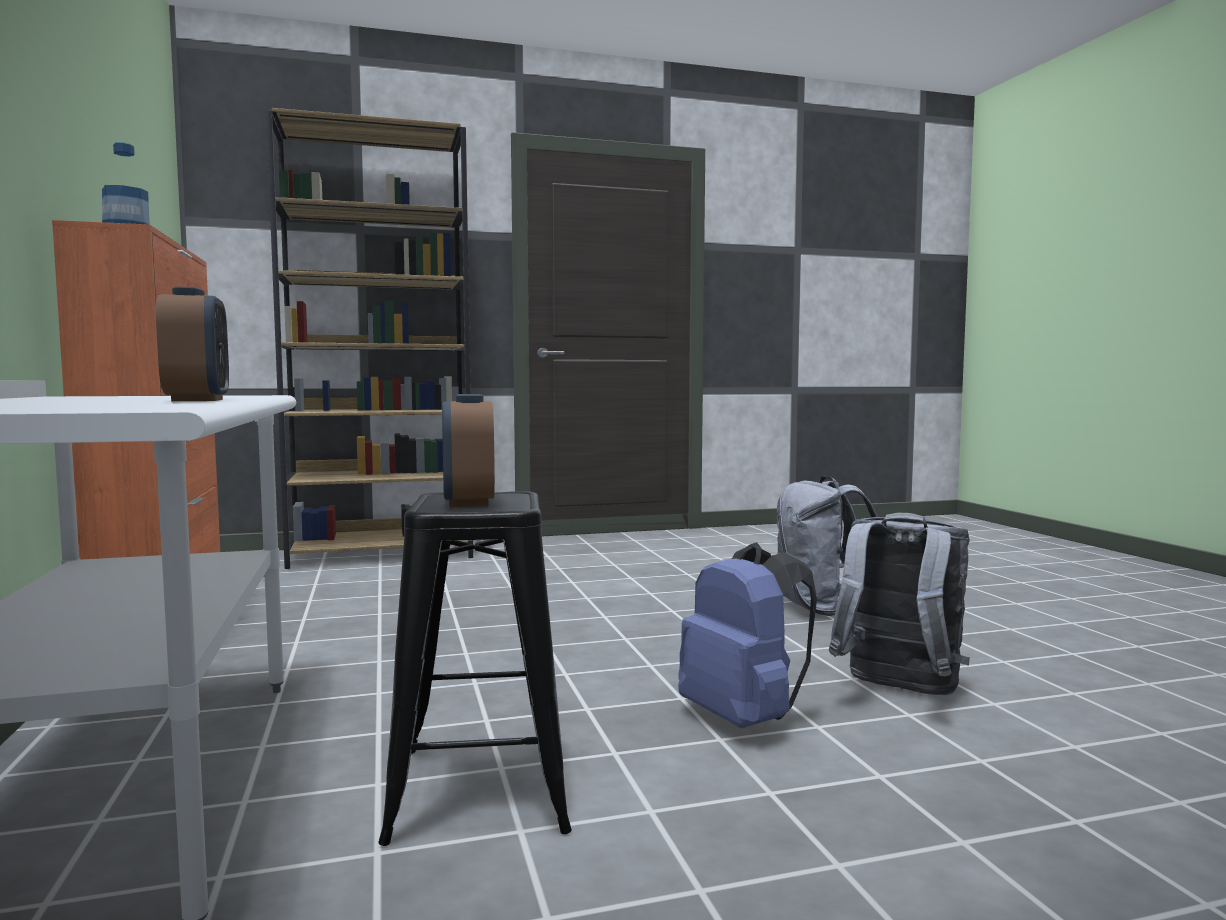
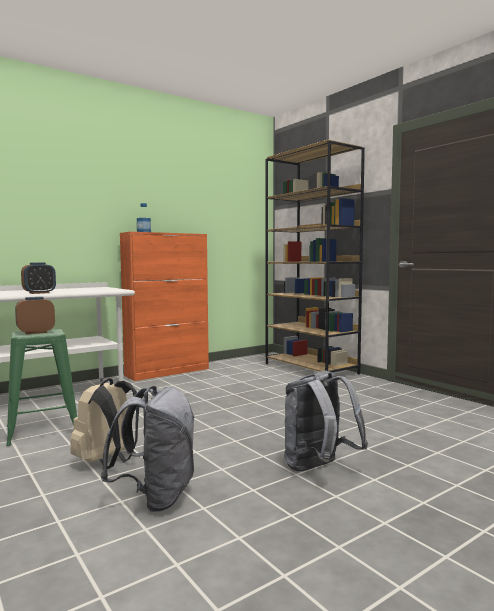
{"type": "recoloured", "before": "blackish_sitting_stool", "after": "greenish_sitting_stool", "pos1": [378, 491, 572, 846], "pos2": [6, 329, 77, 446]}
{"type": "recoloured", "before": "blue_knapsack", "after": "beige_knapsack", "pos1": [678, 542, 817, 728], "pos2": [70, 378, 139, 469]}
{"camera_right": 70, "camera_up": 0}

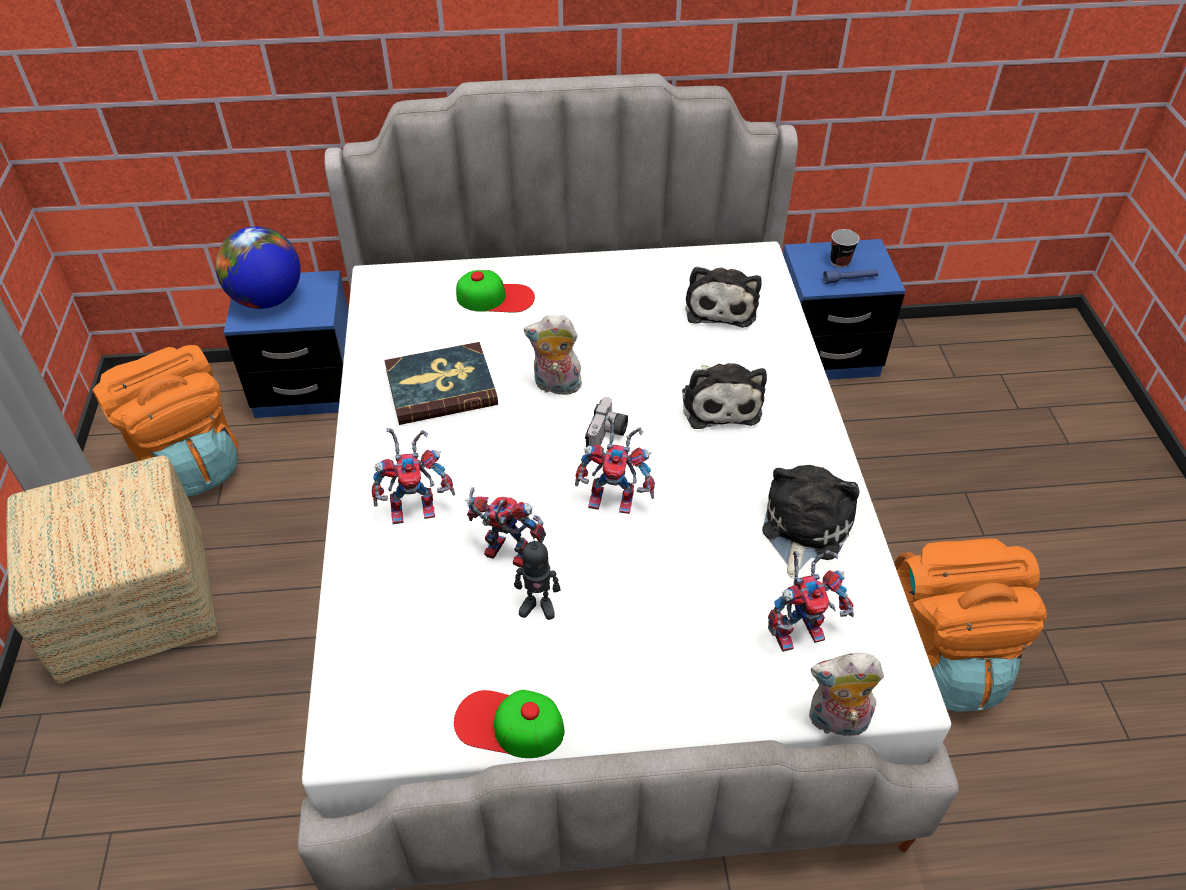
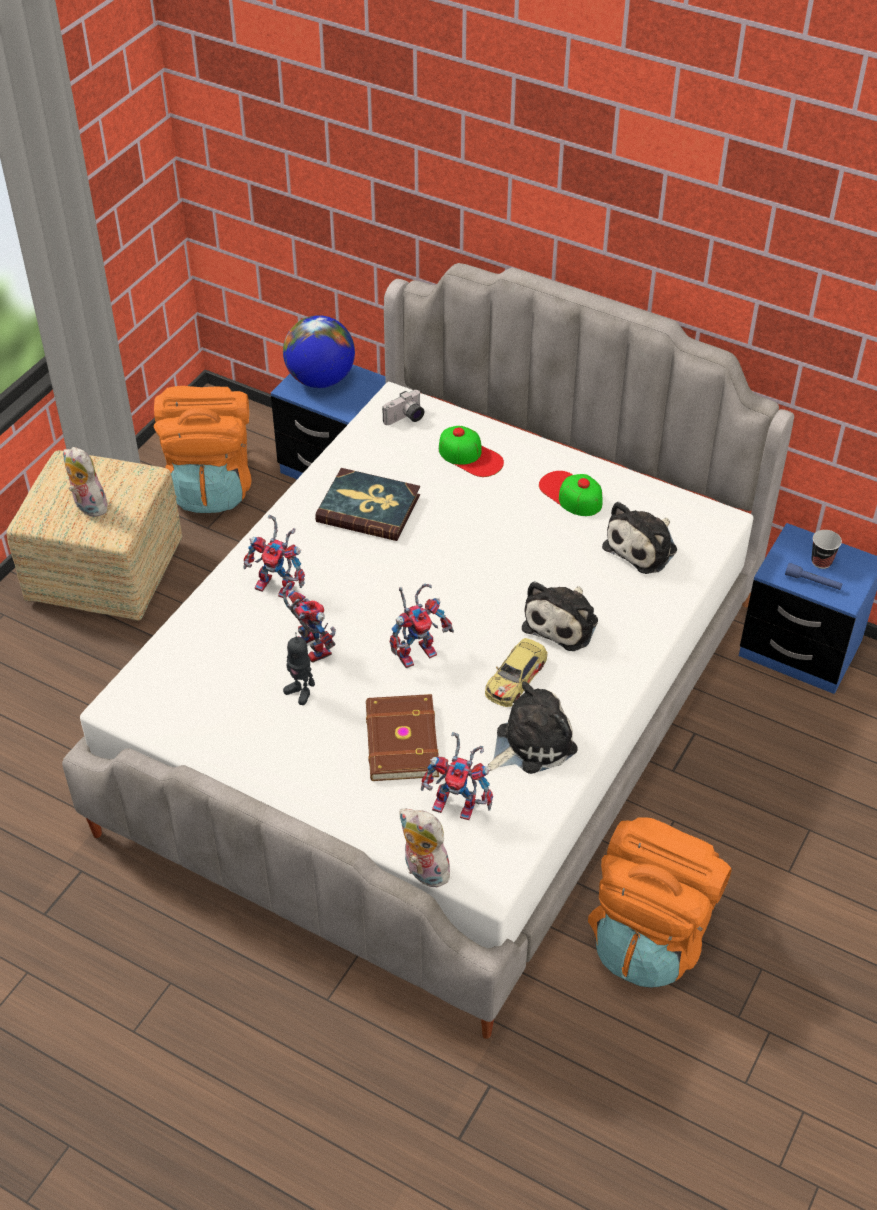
{"type": "added", "after": "brown_bound_book", "pos2": [366, 694, 439, 781]}
{"type": "added", "after": "miniature_car", "pos2": [485, 638, 548, 707]}
{"type": "moved", "before": "baseball_cap", "pos1": [454, 690, 565, 758], "pos2": [539, 471, 602, 516]}
{"type": "moved", "before": "plush_toy", "pos1": [524, 315, 582, 395], "pos2": [63, 447, 108, 517]}
{"type": "moved", "before": "still_camera", "pos1": [585, 397, 628, 447], "pos2": [382, 390, 424, 425]}
{"type": "turned", "before": "robot_figure", "pos1": [575, 416, 655, 514], "pos2": [390, 584, 454, 668], "turn": -75}
{"camera_right": 35, "camera_up": 0}

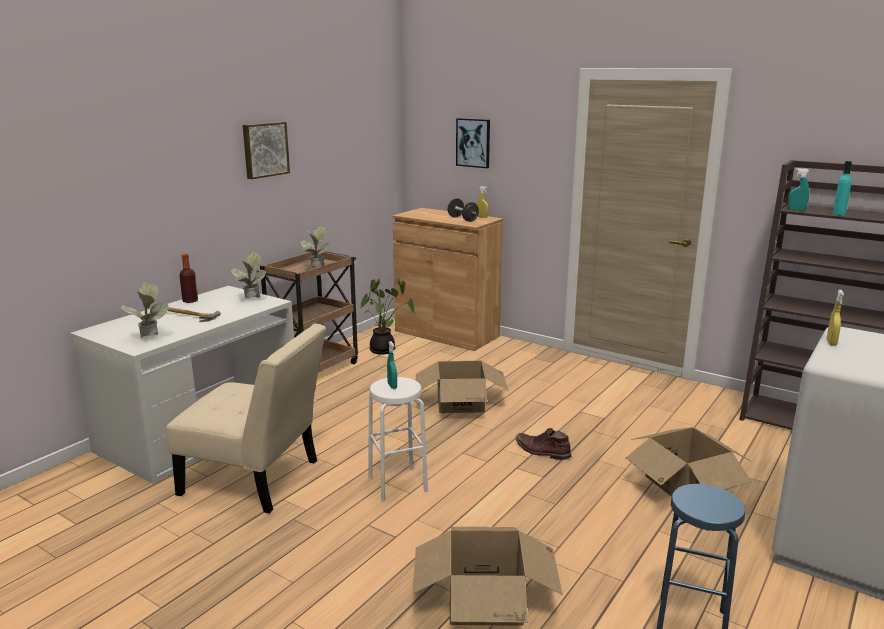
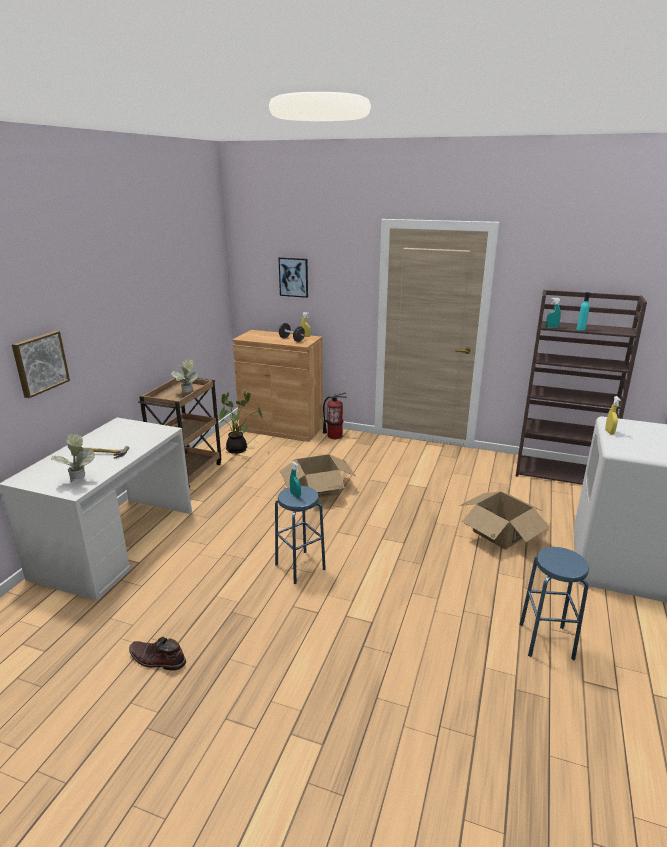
{"type": "removed", "before": "beige_chair", "pos1": [166, 323, 326, 513]}
{"type": "removed", "before": "drink_bottle", "pos1": [179, 254, 198, 303]}
{"type": "removed", "before": "houseplant", "pos1": [231, 252, 266, 298]}
{"type": "removed", "before": "carton", "pos1": [412, 527, 563, 626]}
{"type": "added", "after": "fire-fighting_cylinder", "pos2": [323, 392, 346, 439]}
{"type": "moved", "before": "wall_art", "pos1": [243, 122, 290, 179], "pos2": [12, 331, 70, 398]}
{"type": "moved", "before": "brown_boot", "pos1": [515, 428, 571, 460], "pos2": [129, 637, 186, 671]}
{"type": "recoloured", "before": "whitish_sitting_stool", "after": "blue_sitting_stool", "pos1": [369, 377, 428, 502], "pos2": [275, 486, 326, 584]}
{"camera_right": -15, "camera_up": 5}

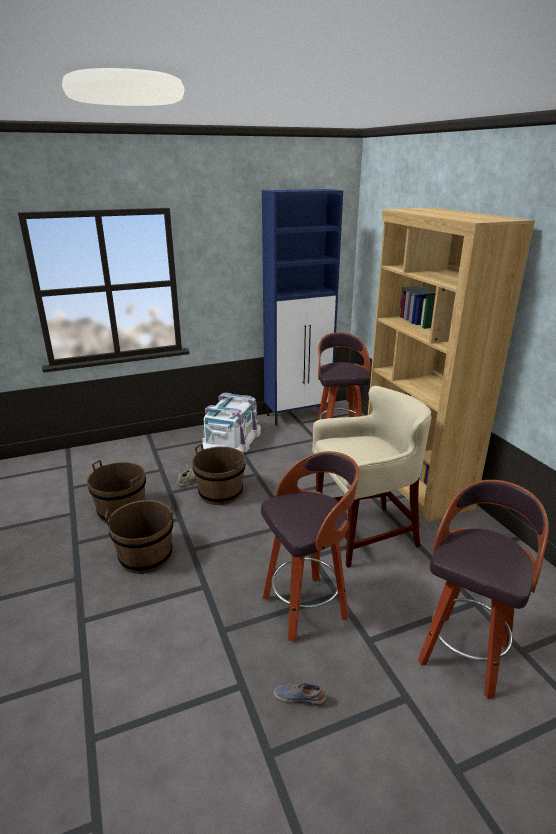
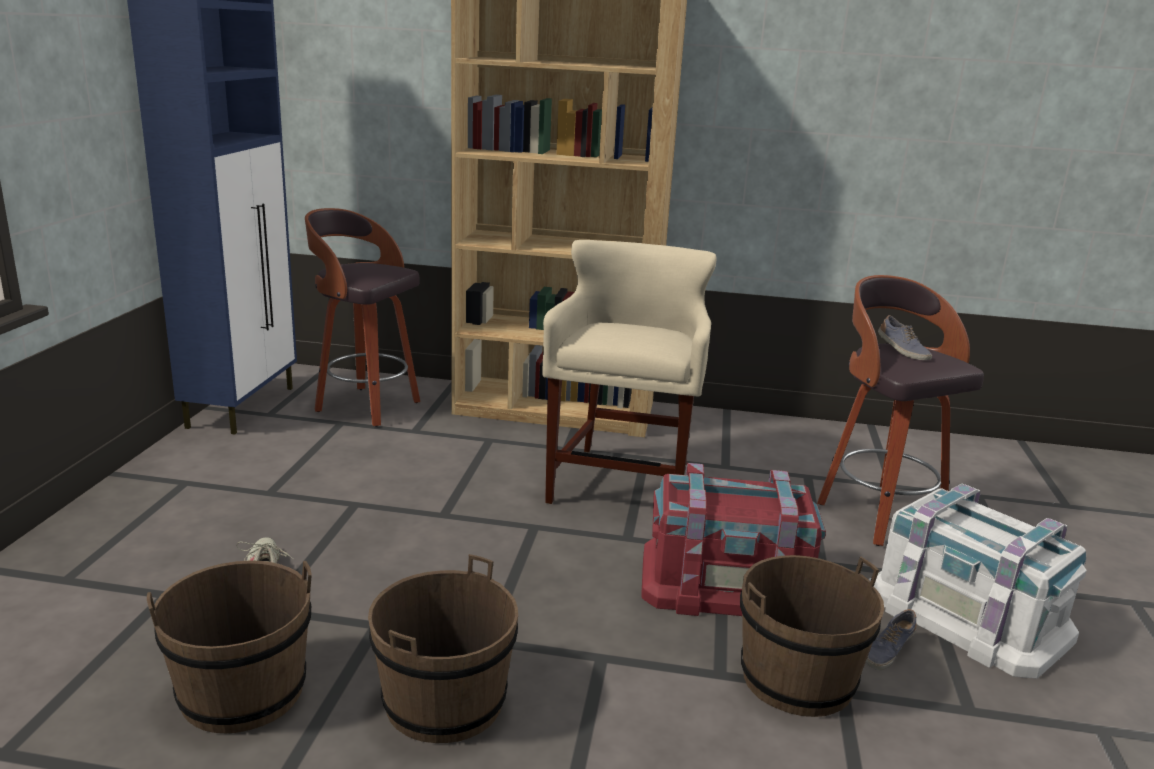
{"type": "added", "after": "shoe", "pos2": [878, 315, 932, 360]}
{"type": "moved", "before": "brown_pail", "pos1": [192, 444, 245, 505], "pos2": [740, 555, 884, 717]}
{"type": "moved", "before": "whitish_storage_bin", "pos1": [202, 393, 261, 453], "pos2": [869, 484, 1086, 679]}
{"type": "replaced", "before": "sitting_stool", "after": "red-coloured_storage_bin", "pos1": [261, 451, 359, 642], "pos2": [642, 463, 826, 616]}
{"camera_right": -60, "camera_up": -5}

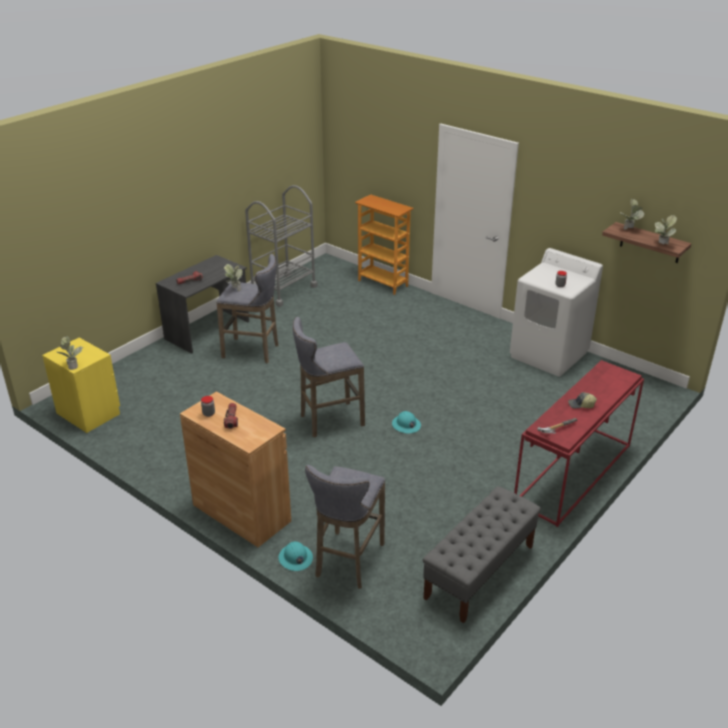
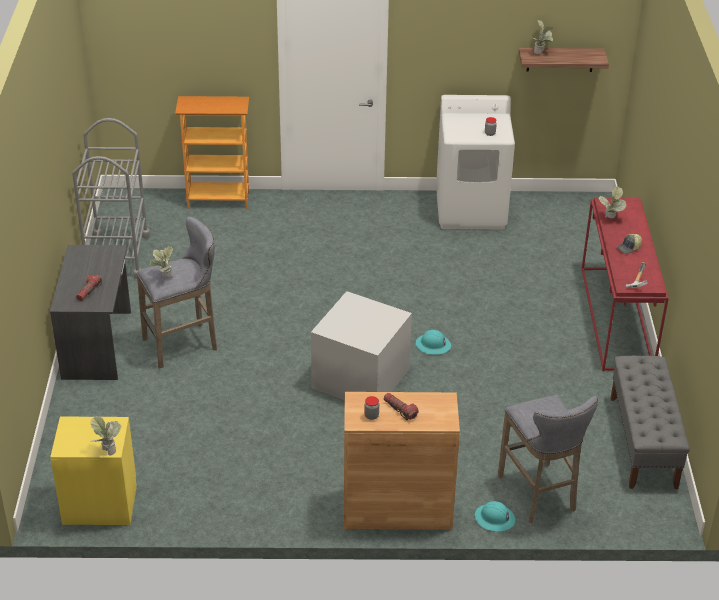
{"type": "moved", "before": "houseplant", "pos1": [655, 215, 677, 244], "pos2": [598, 186, 626, 218]}
{"type": "replaced", "before": "grey_sitting_stool", "after": "grey_storage_bin", "pos1": [292, 317, 365, 438], "pos2": [311, 291, 412, 400]}
{"camera_right": -40, "camera_up": 5}

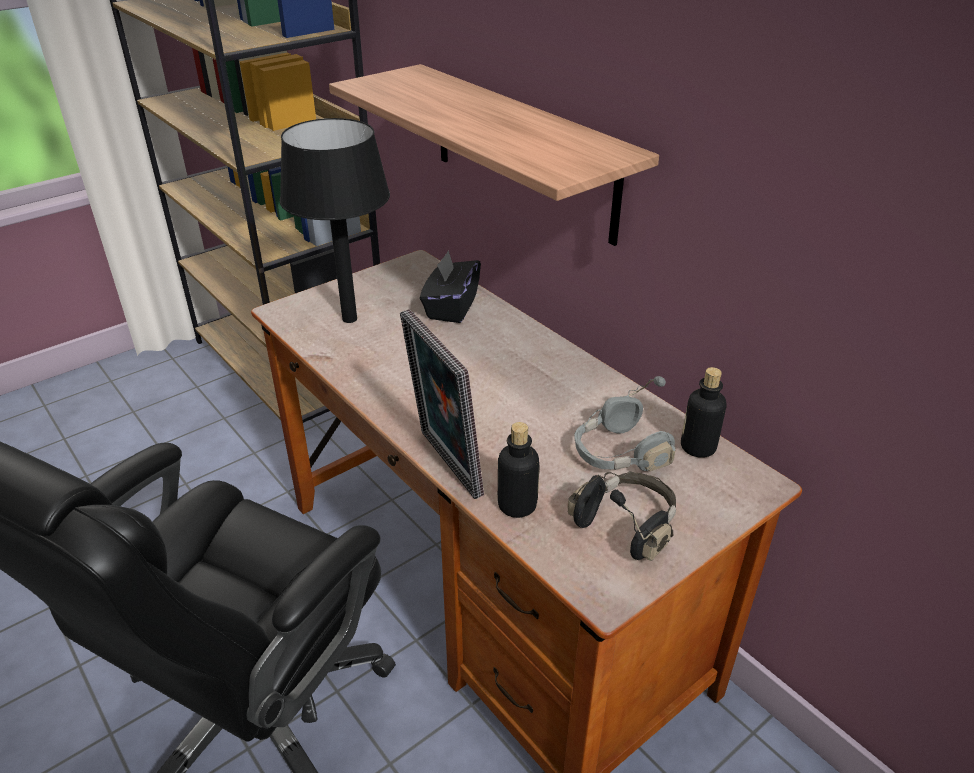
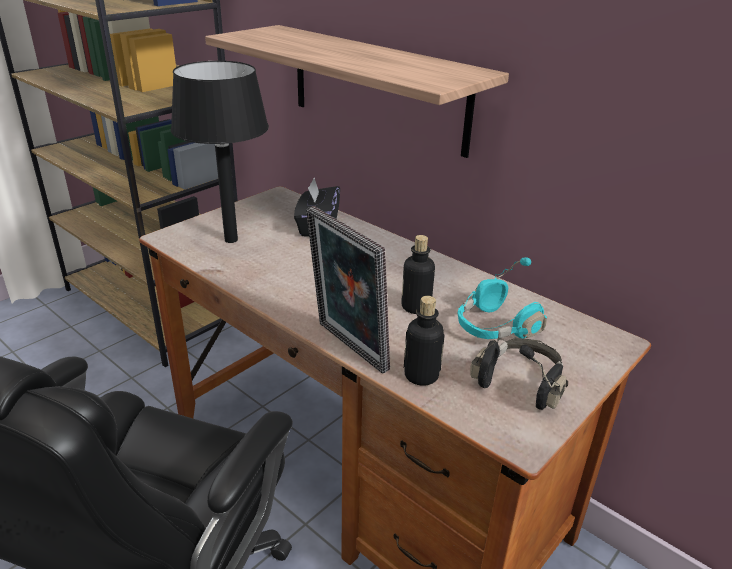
{"type": "moved", "before": "drink_bottle", "pos1": [681, 367, 727, 458], "pos2": [401, 235, 435, 314]}
{"type": "recoloured", "before": "grey_headset", "after": "turquoise-coloured_headset", "pos1": [574, 376, 676, 471], "pos2": [458, 257, 547, 339]}
{"camera_right": -10, "camera_up": -5}

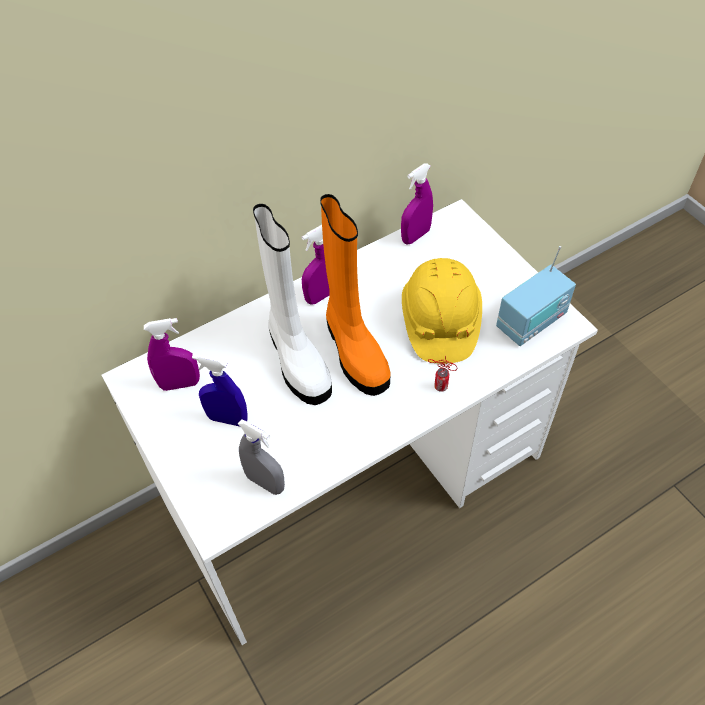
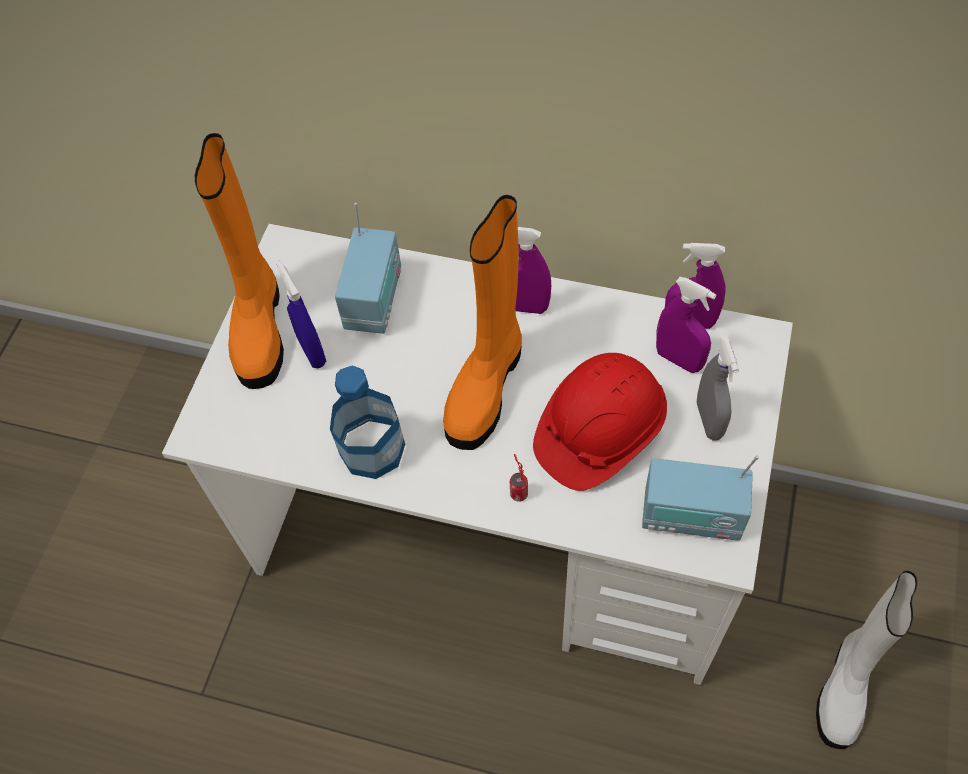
{"type": "added", "after": "orangey_boot", "pos2": [195, 133, 284, 389]}
{"type": "added", "after": "drink_bottle", "pos2": [330, 365, 405, 479]}
{"type": "added", "after": "radio_set", "pos2": [335, 203, 401, 334]}
{"type": "moved", "before": "purple_spray_bottle", "pos1": [144, 318, 200, 391], "pos2": [656, 277, 717, 373]}
{"type": "moved", "before": "grey_spray_bottle", "pos1": [238, 419, 285, 495], "pos2": [697, 336, 739, 441]}
{"type": "moved", "before": "whitish_boot", "pos1": [253, 204, 332, 405], "pos2": [816, 571, 917, 749]}
{"type": "recoloured", "before": "yellow-coloured_hard_hat", "after": "red-coloured_hard_hat", "pos1": [402, 258, 482, 363], "pos2": [533, 353, 667, 491]}
{"camera_right": 50, "camera_up": 5}

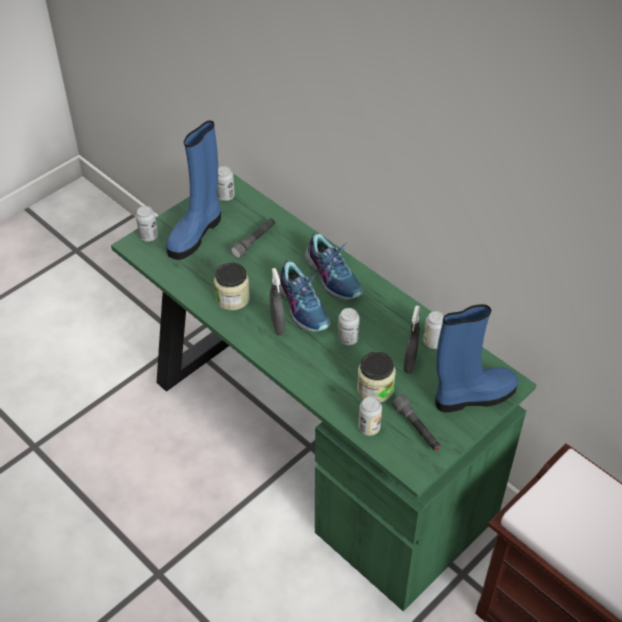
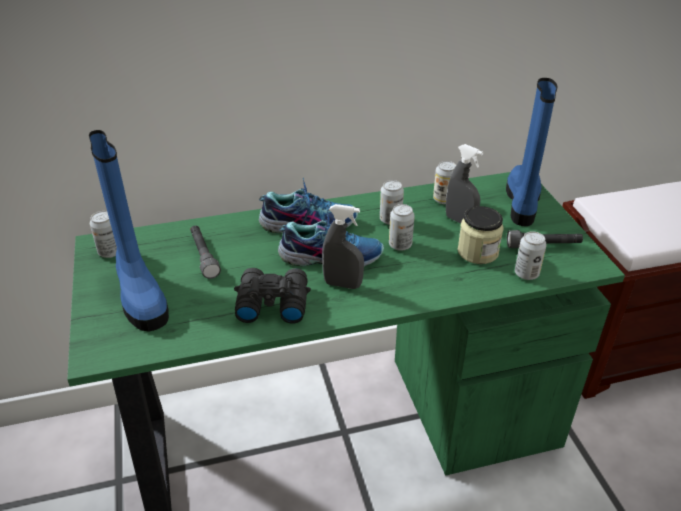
{"type": "moved", "before": "sealed_can", "pos1": [136, 206, 158, 242], "pos2": [380, 180, 404, 225]}
{"type": "replaced", "before": "jar", "after": "blackish_field_glasses", "pos1": [214, 262, 250, 310], "pos2": [234, 268, 311, 324]}
{"camera_right": -60, "camera_up": -10}

